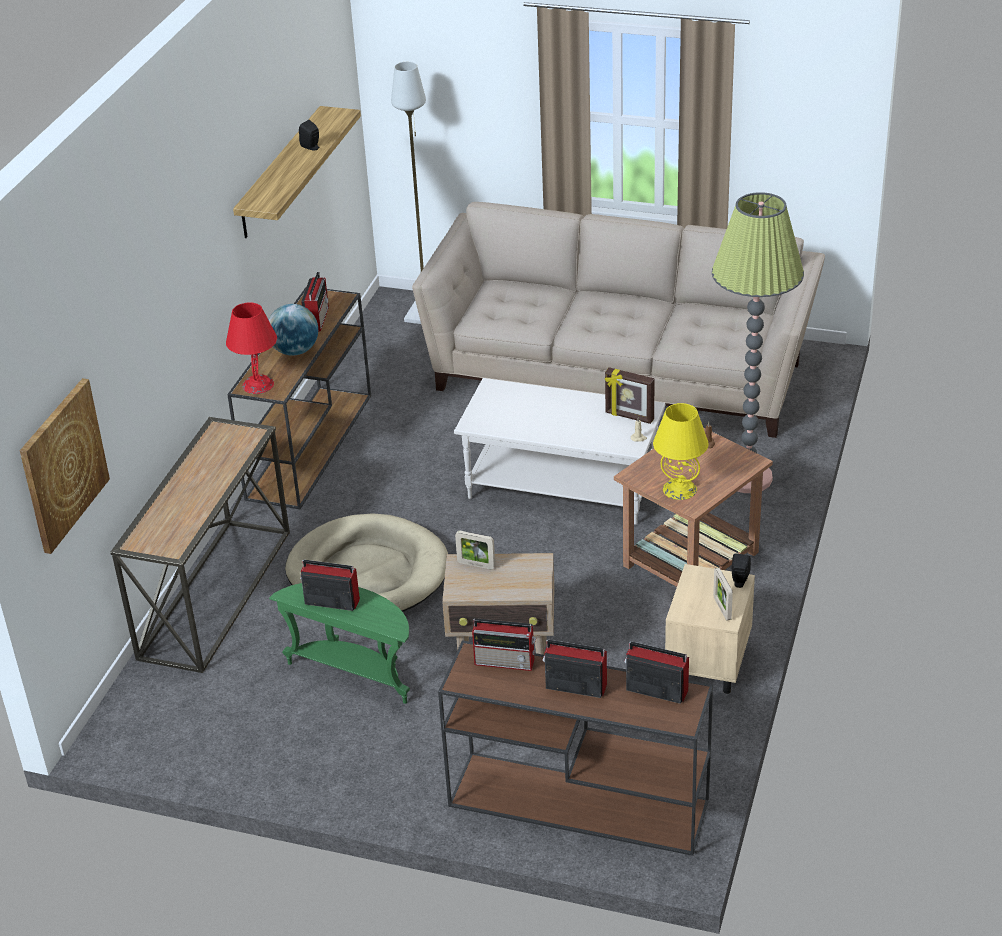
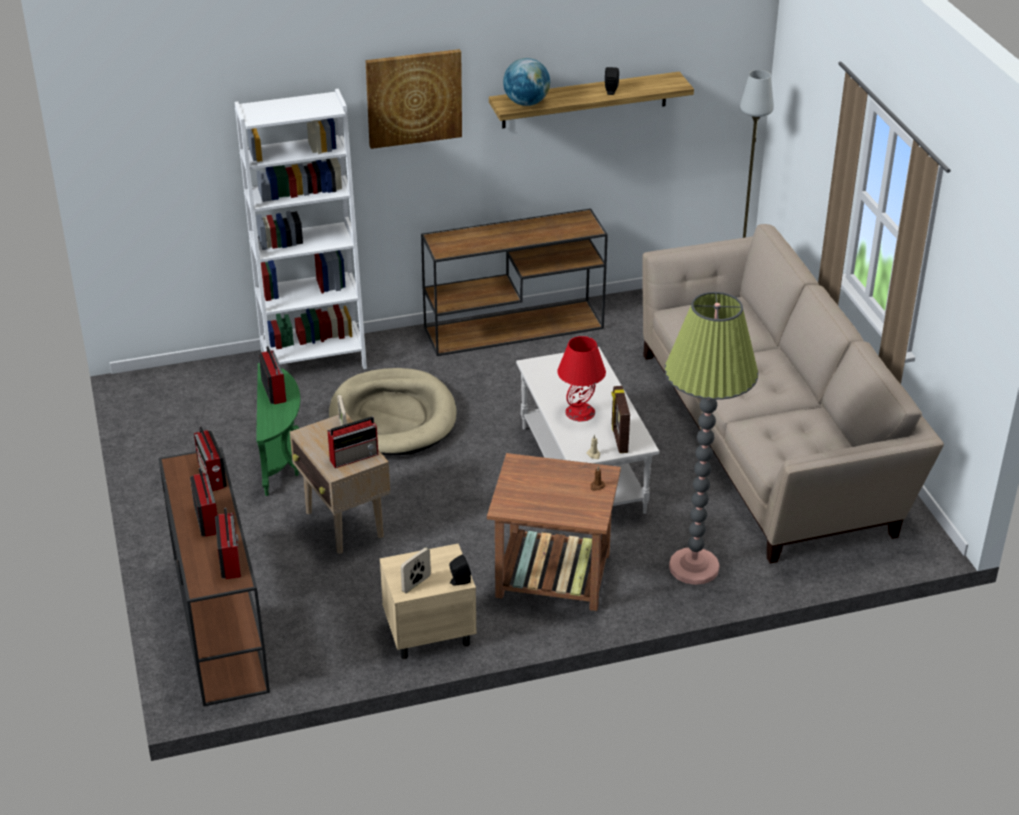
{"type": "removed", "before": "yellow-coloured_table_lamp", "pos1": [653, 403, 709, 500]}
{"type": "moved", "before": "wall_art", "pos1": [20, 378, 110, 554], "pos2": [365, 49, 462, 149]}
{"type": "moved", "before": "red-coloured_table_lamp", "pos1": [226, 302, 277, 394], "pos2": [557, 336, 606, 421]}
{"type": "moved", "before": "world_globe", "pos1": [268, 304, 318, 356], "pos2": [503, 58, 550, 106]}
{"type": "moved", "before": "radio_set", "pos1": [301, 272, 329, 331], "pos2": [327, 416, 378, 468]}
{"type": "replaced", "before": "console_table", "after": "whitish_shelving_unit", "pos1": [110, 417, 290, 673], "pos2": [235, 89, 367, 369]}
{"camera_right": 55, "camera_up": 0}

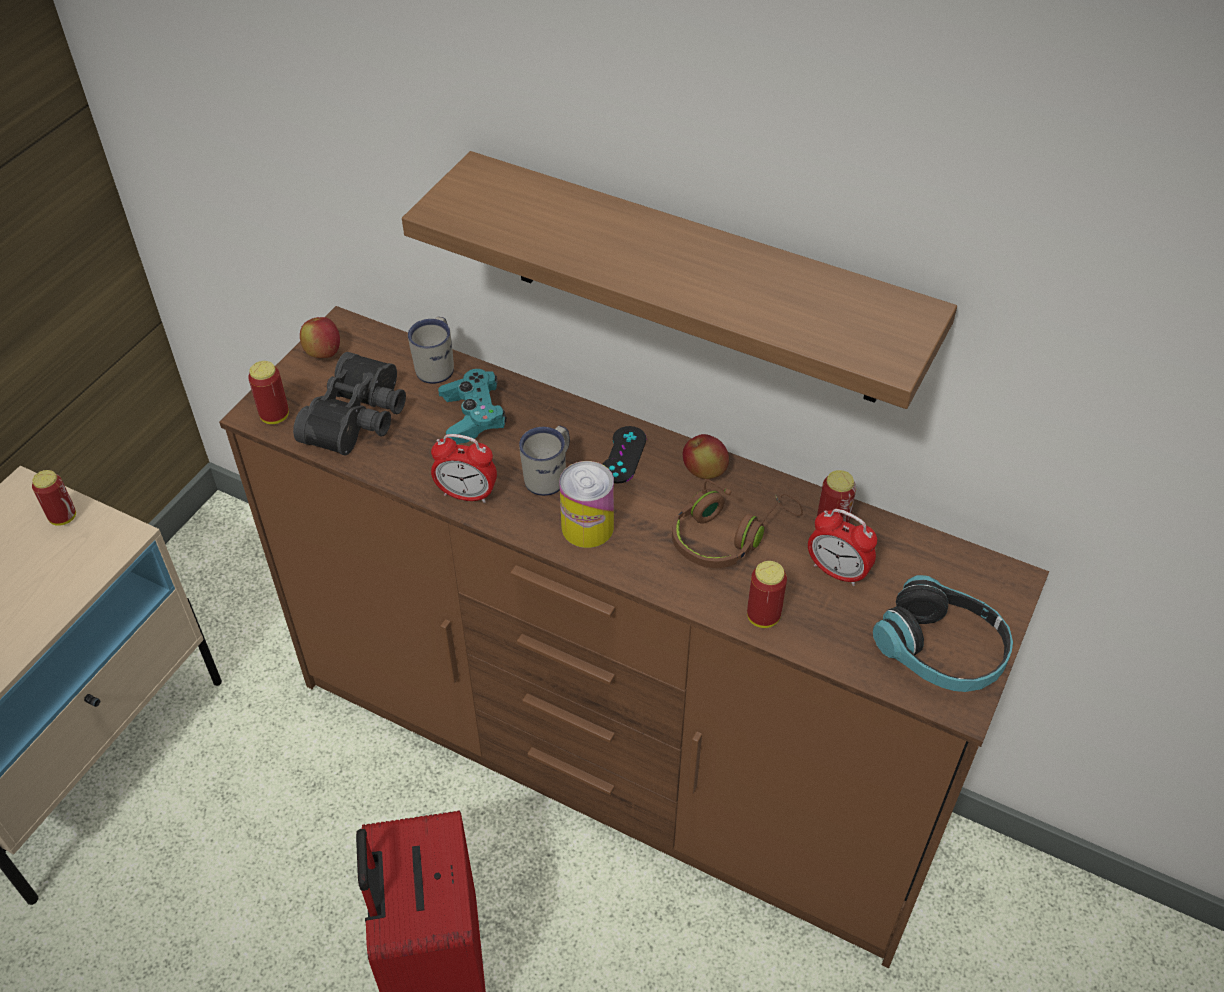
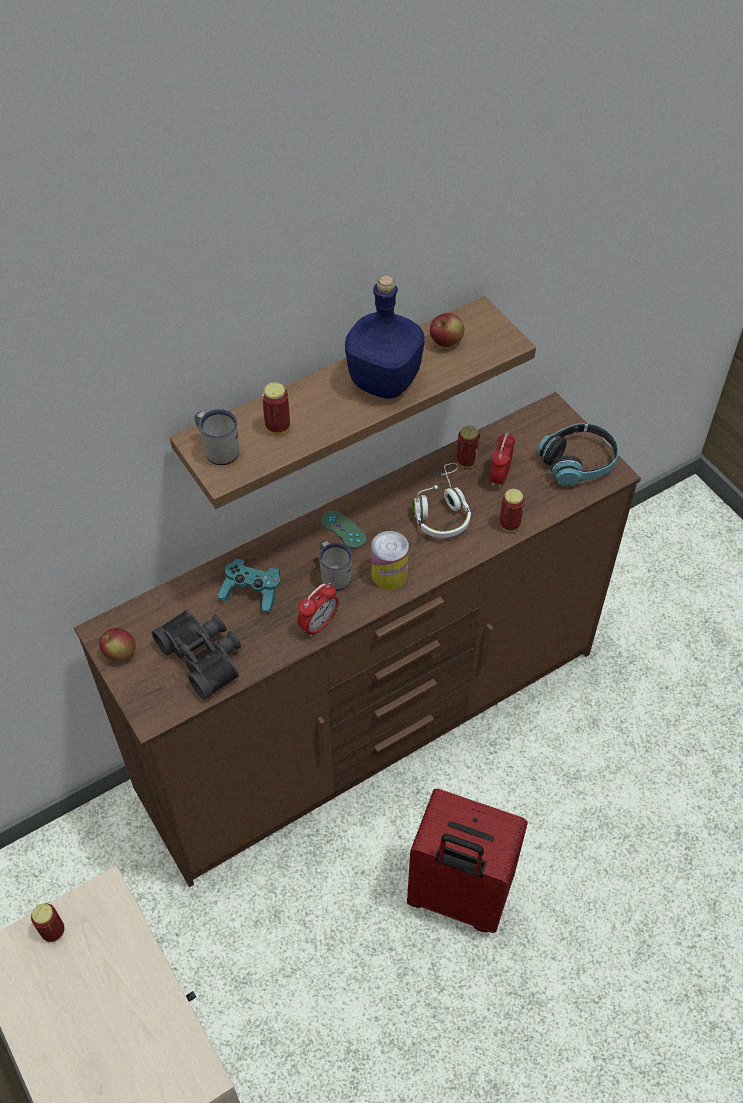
{"type": "added", "after": "blue_drink_bottle", "pos2": [345, 275, 425, 399]}
{"type": "moved", "before": "sealed_can", "pos1": [248, 361, 289, 424], "pos2": [262, 382, 290, 434]}
{"type": "moved", "before": "whitish_coffee_mug", "pos1": [408, 317, 454, 384], "pos2": [195, 409, 239, 465]}
{"type": "moved", "before": "whole_apple", "pos1": [683, 434, 729, 479], "pos2": [430, 313, 464, 347]}
{"type": "recoloured", "before": "blackish_gamepad", "after": "greenish_gamepad", "pos1": [603, 426, 647, 484], "pos2": [321, 510, 367, 548]}
{"type": "recoloured", "before": "brown_headset", "after": "whitish_headset", "pos1": [672, 480, 803, 568], "pos2": [412, 463, 471, 538]}
{"type": "turned", "before": "bedside_clock", "pos1": [808, 509, 877, 586], "pos2": [490, 432, 515, 488], "turn": 135}
{"camera_right": -60, "camera_up": 5}

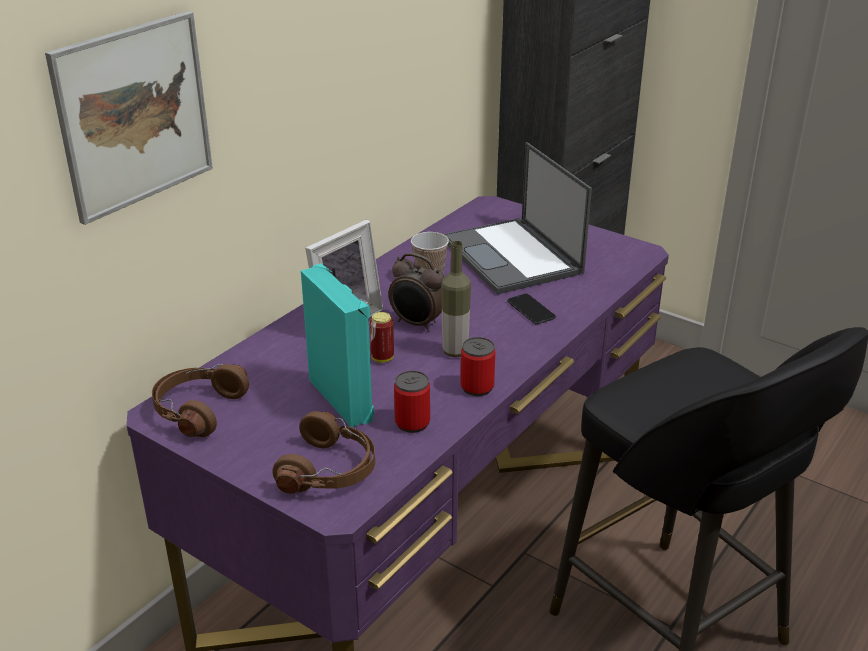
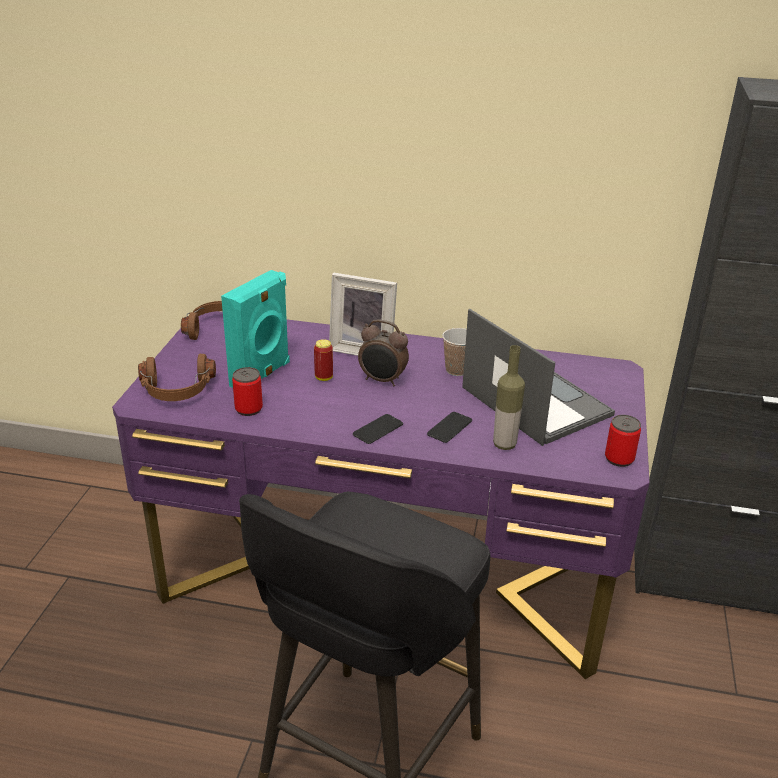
{"type": "removed", "before": "wall_art", "pos1": [45, 11, 213, 225]}
{"type": "added", "after": "handset", "pos2": [353, 414, 403, 444]}
{"type": "moved", "before": "drink_bottle", "pos1": [441, 241, 471, 357], "pos2": [493, 345, 525, 450]}
{"type": "moved", "before": "sealed_can", "pos1": [461, 337, 495, 396], "pos2": [605, 415, 641, 467]}
{"type": "turned", "before": "bedside_clock", "pos1": [389, 253, 444, 332], "pos2": [358, 320, 409, 386], "turn": -75}
{"type": "turned", "before": "portable_computer", "pos1": [443, 142, 592, 294], "pos2": [462, 309, 615, 446], "turn": 105}
{"camera_right": 65, "camera_up": 0}

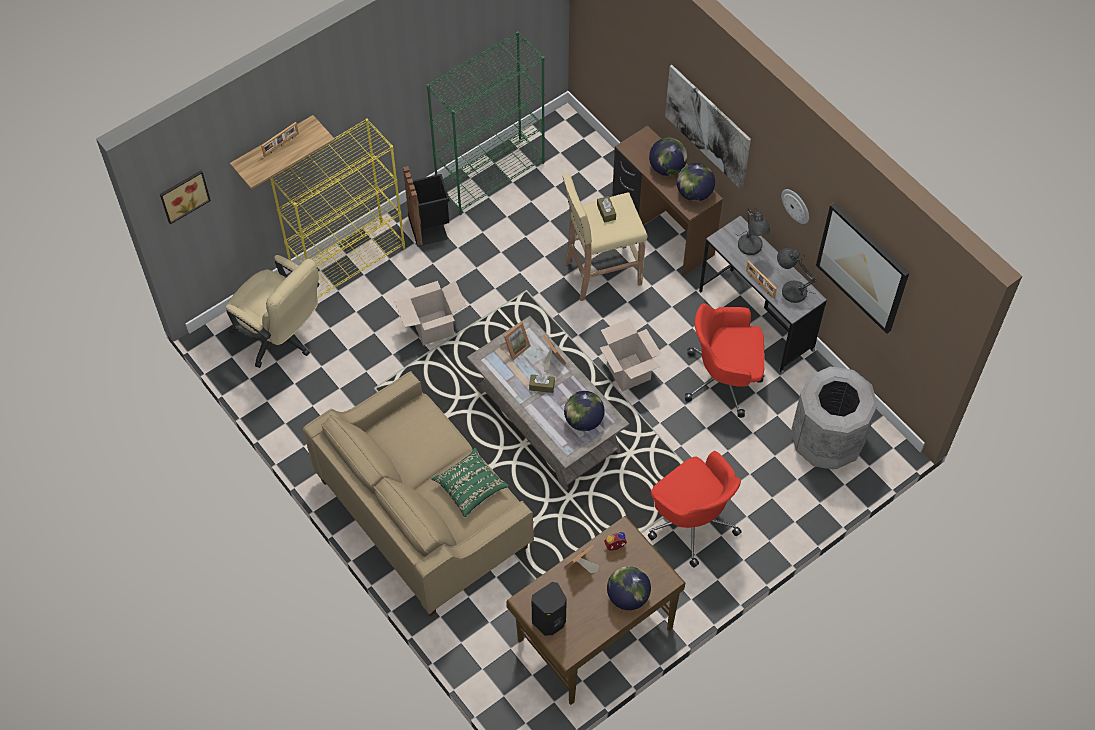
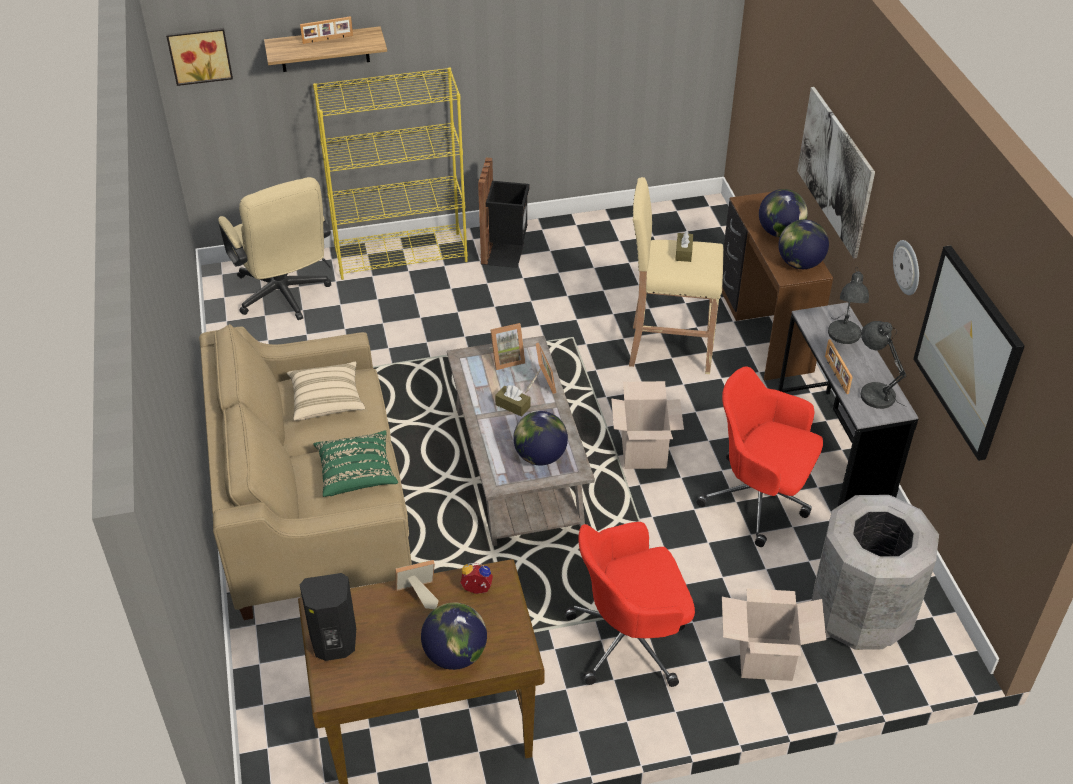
{"type": "removed", "before": "greenish_shelving_unit", "pos1": [427, 31, 545, 215]}
{"type": "added", "after": "beige_cushion", "pos2": [287, 361, 365, 421]}
{"type": "moved", "before": "carton", "pos1": [395, 280, 466, 345], "pos2": [722, 588, 826, 681]}
{"type": "turned", "before": "red-coloured_desk_chair", "pos1": [648, 451, 742, 568], "pos2": [565, 522, 695, 687], "turn": 90}
{"camera_right": 25, "camera_up": -15}

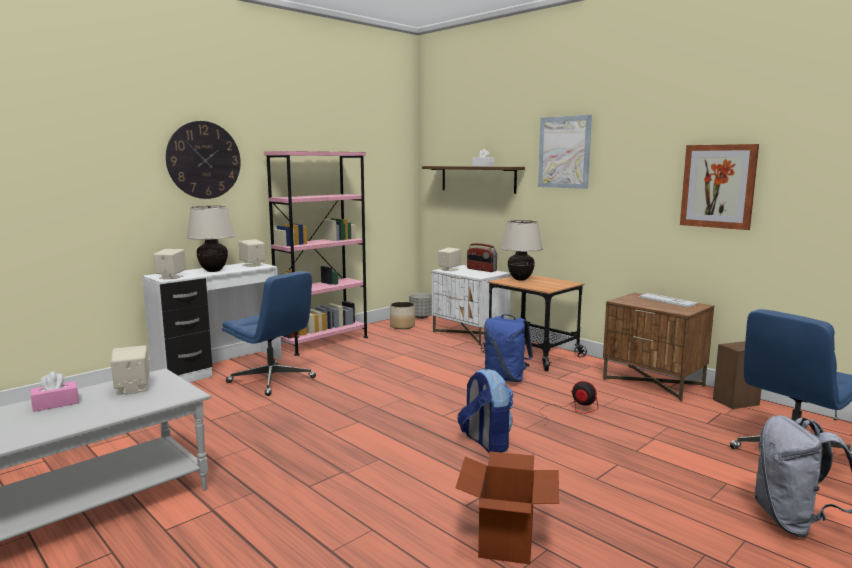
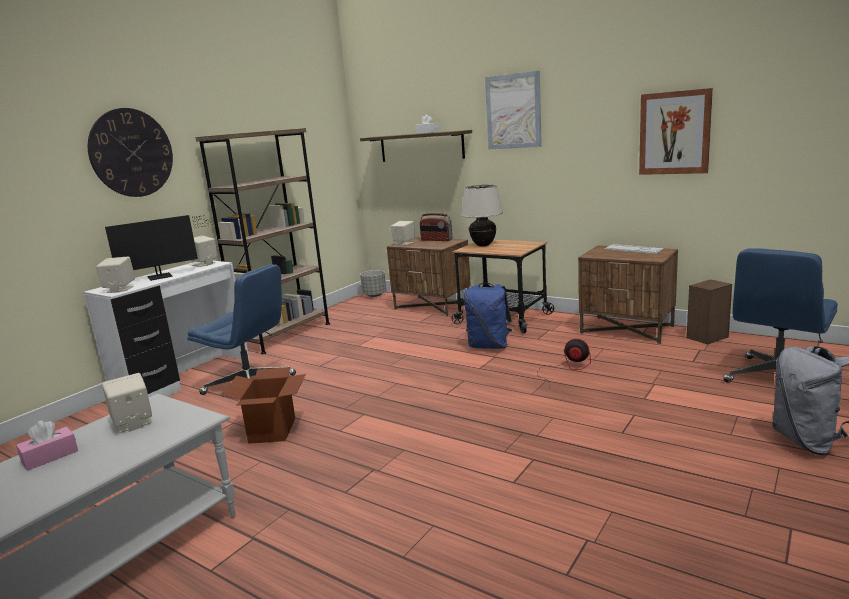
{"type": "removed", "before": "planter", "pos1": [390, 302, 415, 329]}
{"type": "removed", "before": "knapsack", "pos1": [457, 368, 514, 453]}
{"type": "moved", "before": "carton", "pos1": [456, 451, 559, 564], "pos2": [221, 367, 306, 444]}
{"type": "replaced", "before": "beige_table_lamp", "after": "computer_display", "pos1": [187, 206, 235, 272], "pos2": [105, 215, 212, 281]}
{"type": "recoloured", "before": "pink_shelving_unit", "after": "brown_shelving_unit", "pos1": [264, 151, 368, 356], "pos2": [196, 128, 330, 354]}
{"type": "recoloured", "before": "whitish_night_table", "after": "brown_night_table", "pos1": [432, 265, 511, 346], "pos2": [387, 237, 471, 316]}
{"camera_right": -10, "camera_up": 5}

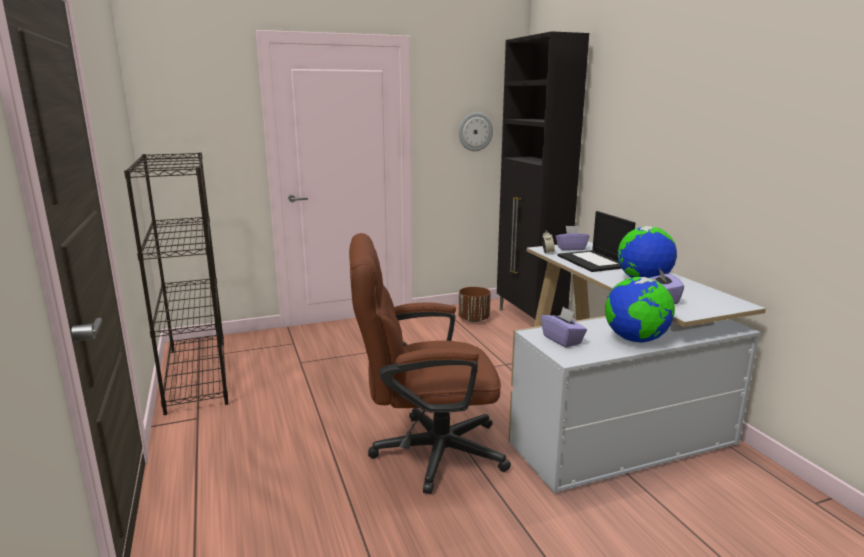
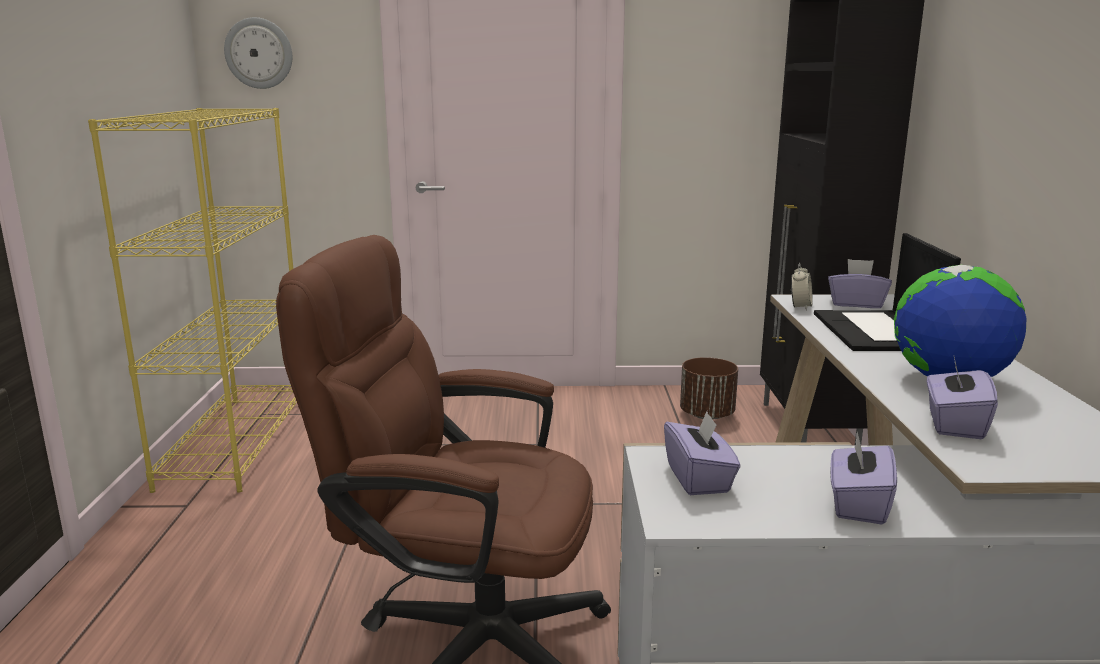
{"type": "moved", "before": "clock_on_the_wall", "pos1": [459, 112, 493, 151], "pos2": [224, 17, 292, 89]}
{"type": "replaced", "before": "world_globe", "after": "purple_tissue_box", "pos1": [605, 277, 675, 343], "pos2": [830, 432, 897, 524]}
{"type": "recoloured", "before": "blackish_shelving_unit", "after": "yellow-coloured_shelving_unit", "pos1": [124, 152, 228, 415], "pos2": [88, 108, 297, 493]}
{"camera_right": 20, "camera_up": 0}

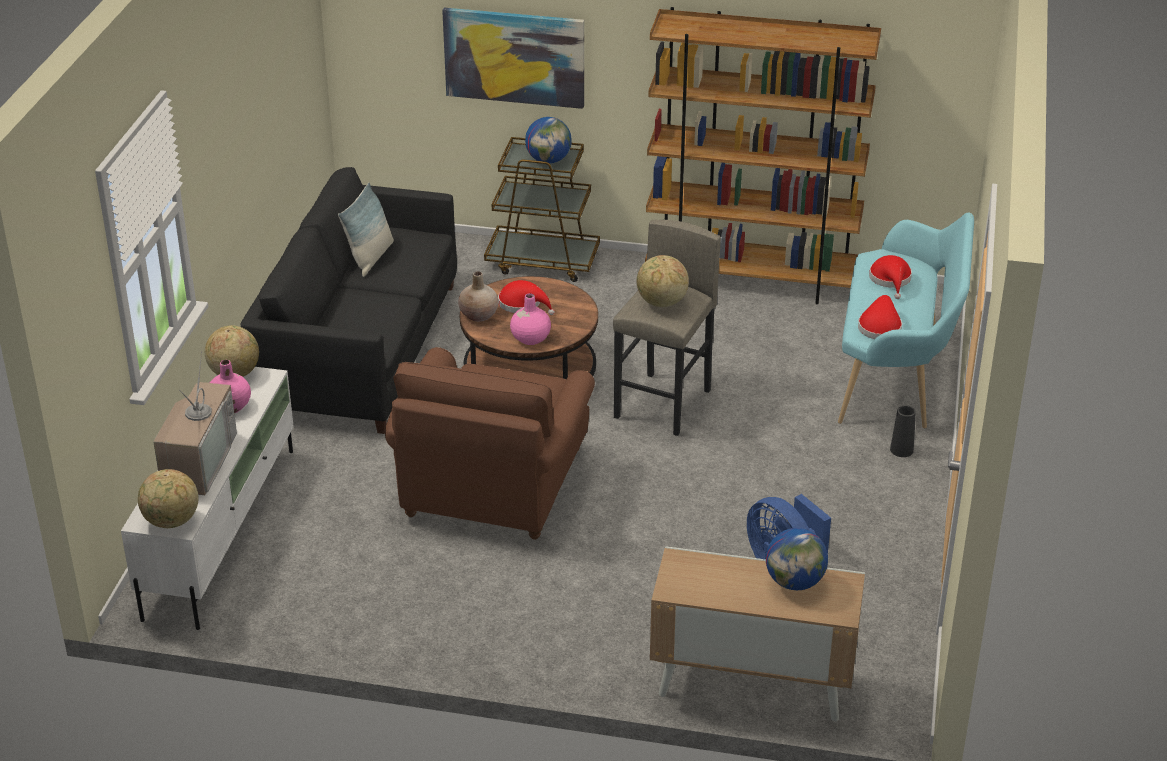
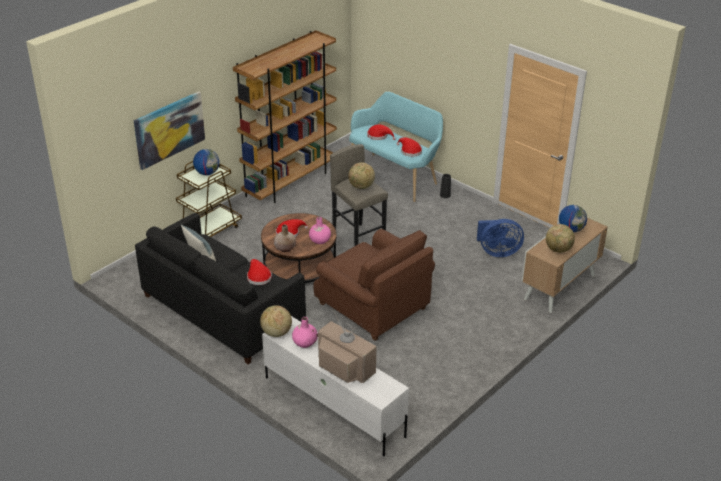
{"type": "added", "after": "red-coloured_clothing_hat", "pos2": [247, 259, 272, 285]}
{"type": "moved", "before": "world_globe", "pos1": [138, 469, 198, 528], "pos2": [546, 224, 575, 253]}
{"camera_right": -60, "camera_up": 0}

